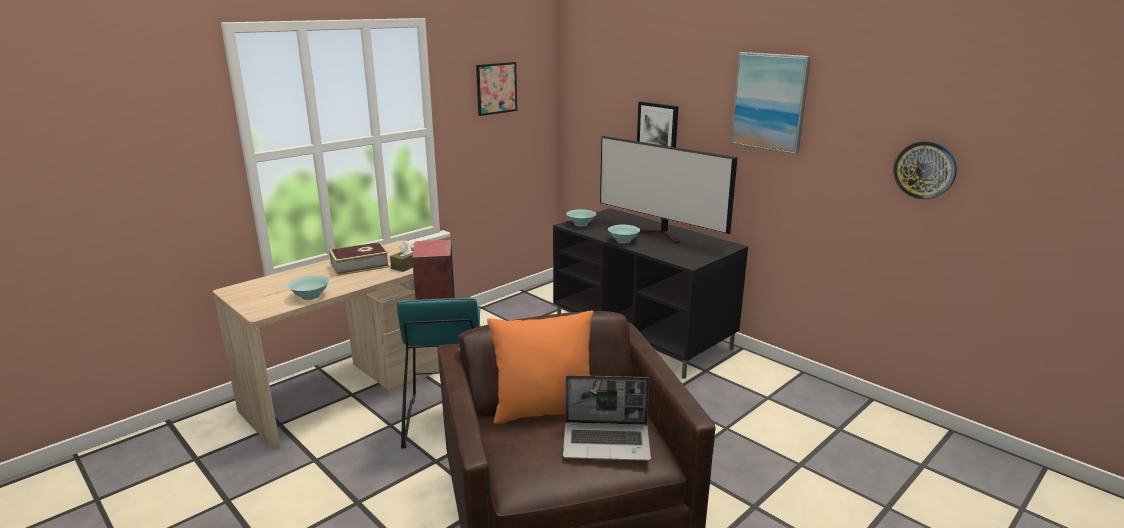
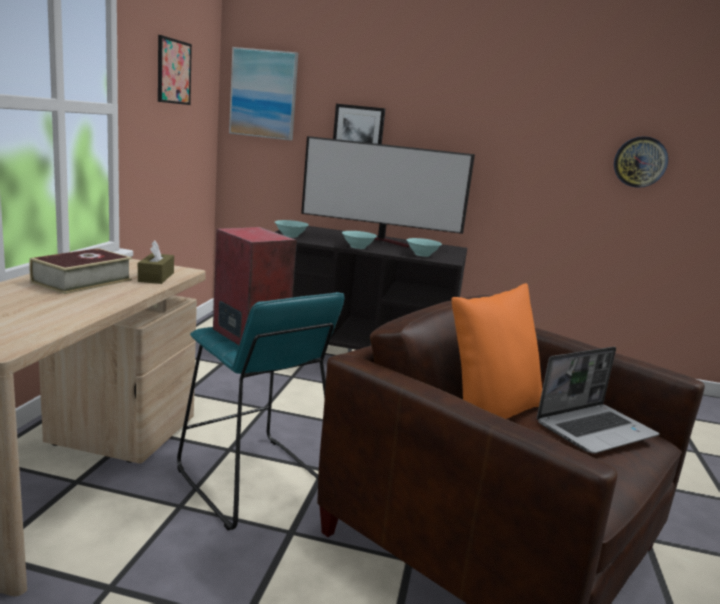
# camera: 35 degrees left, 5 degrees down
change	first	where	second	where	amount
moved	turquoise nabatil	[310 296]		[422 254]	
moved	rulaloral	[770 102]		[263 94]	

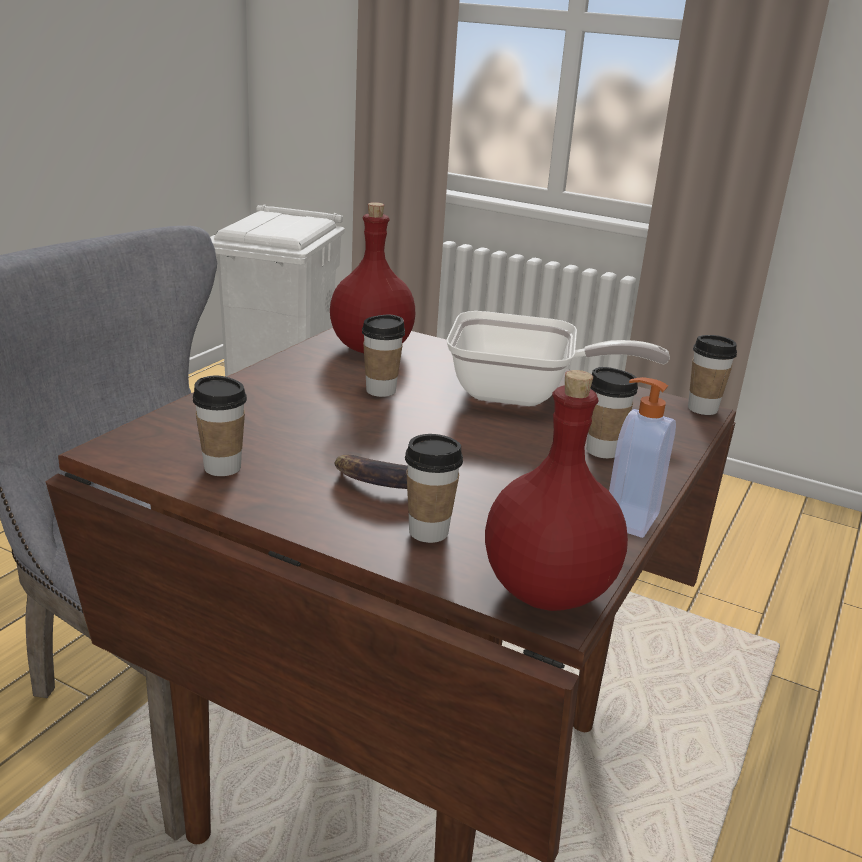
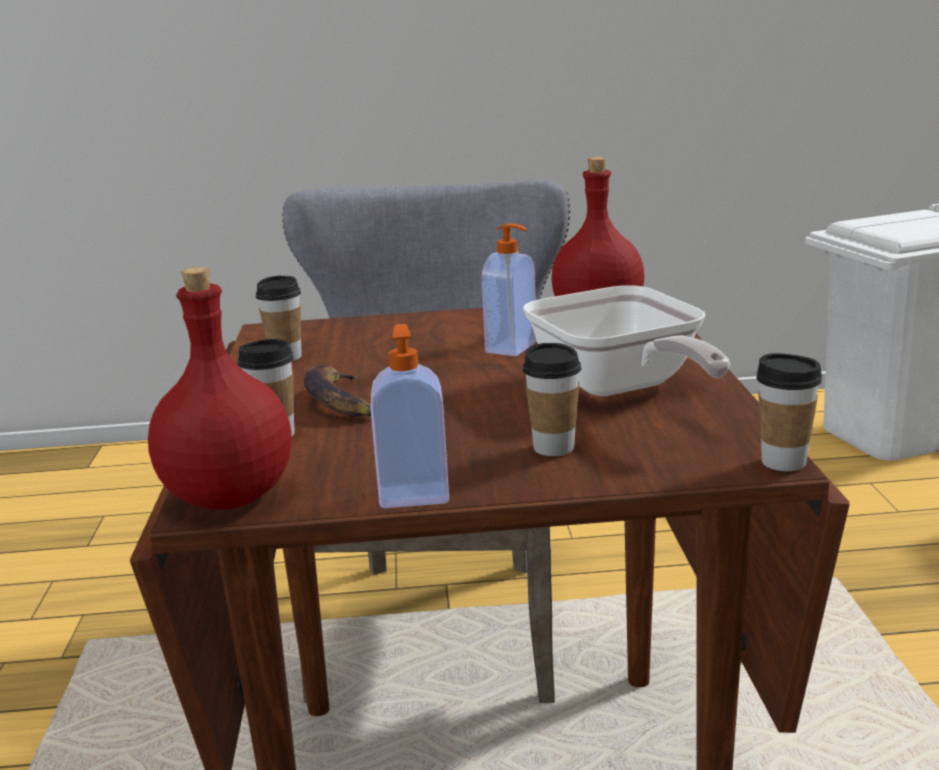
# camera: 60 degrees right, 5 degrees down
change	first	where	second	where	amount
replaced	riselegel	[381 391]	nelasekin	[513 348]	

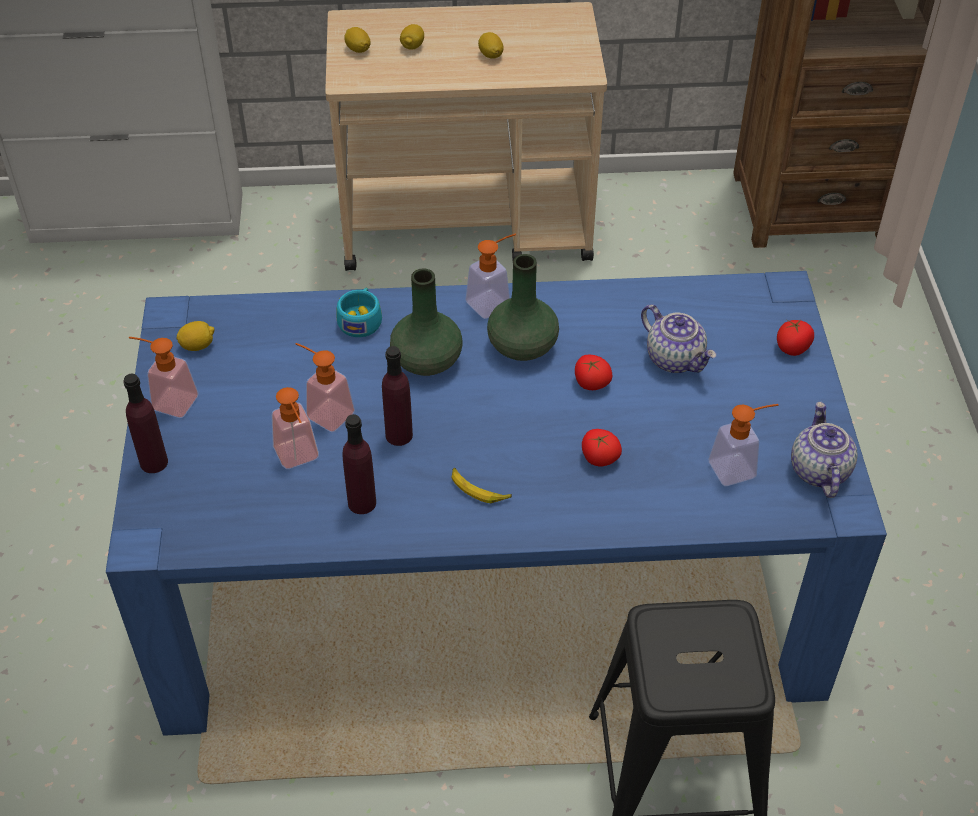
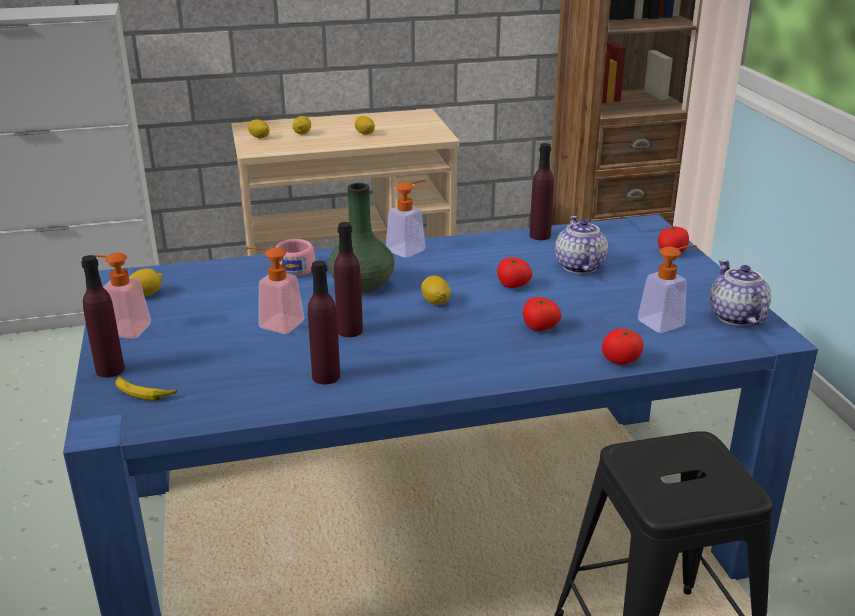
# camera: 10 degrees left, 20 degrees down
change	first	where	second	where	amount
removed	nelasekin	[299 459]			
recoloured	turquoise riselegel	[361 320]	pink riselegel	[296 267]	
moved	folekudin	[478 489]		[144 392]	
removed	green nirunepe	[523 347]			
turned	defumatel	[675 359]		[578 266]	135 degrees counterclockwise
added			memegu	[435 302]	
added			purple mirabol	[540 236]	
added			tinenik	[621 360]	

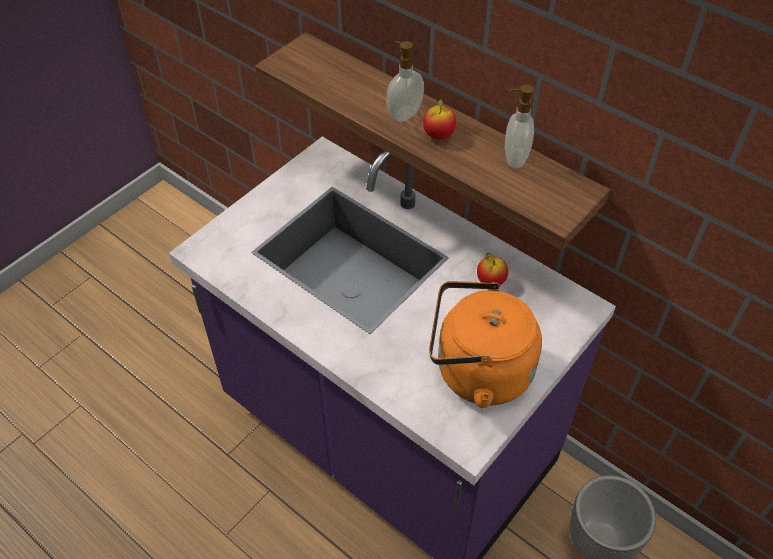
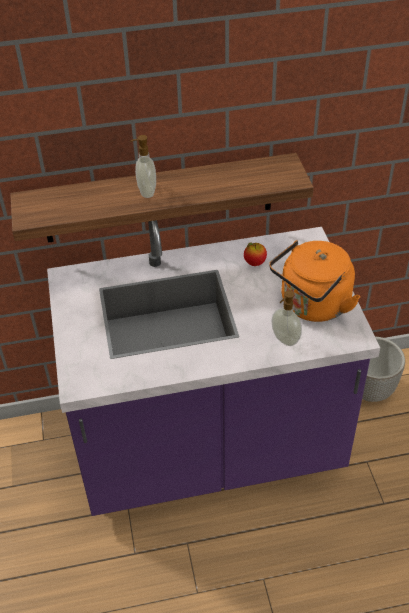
# camera: 50 degrees left, 5 degrees down
change	first	where	second	where	amount
removed	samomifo	[438 135]			
moved	nelasekin	[514 158]		[284 339]	

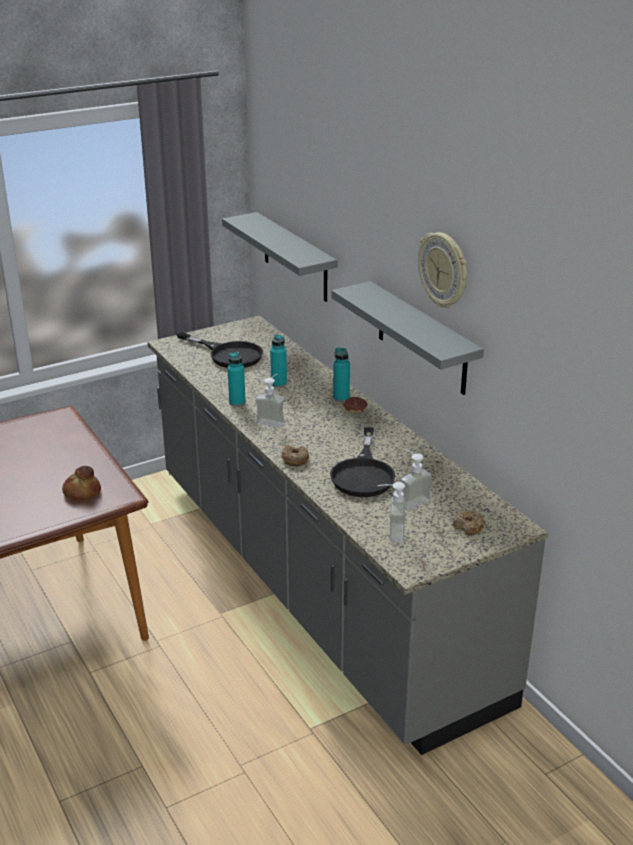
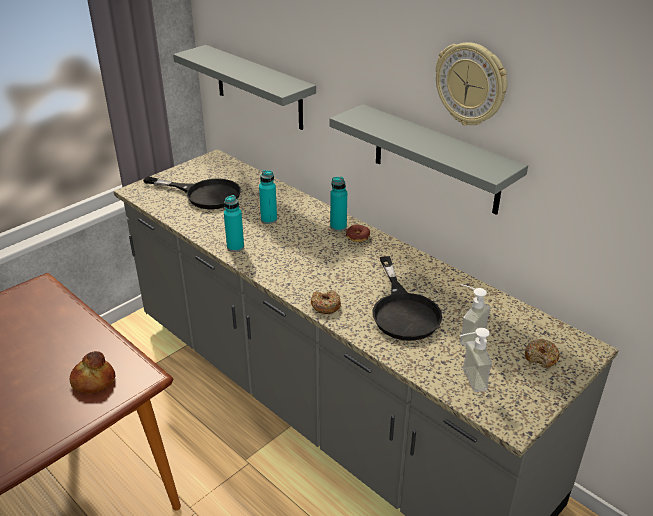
# camera: 15 degrees left, 5 degrees up
change	first	where	second	where	amount
removed	nelasekin	[273 420]			

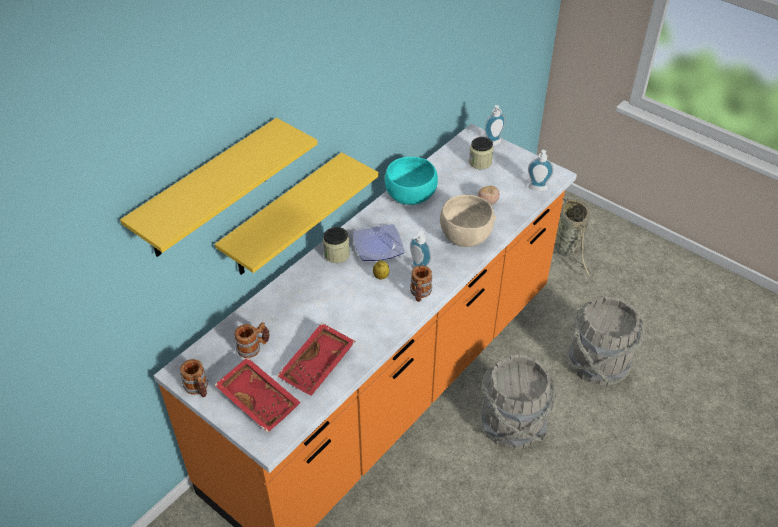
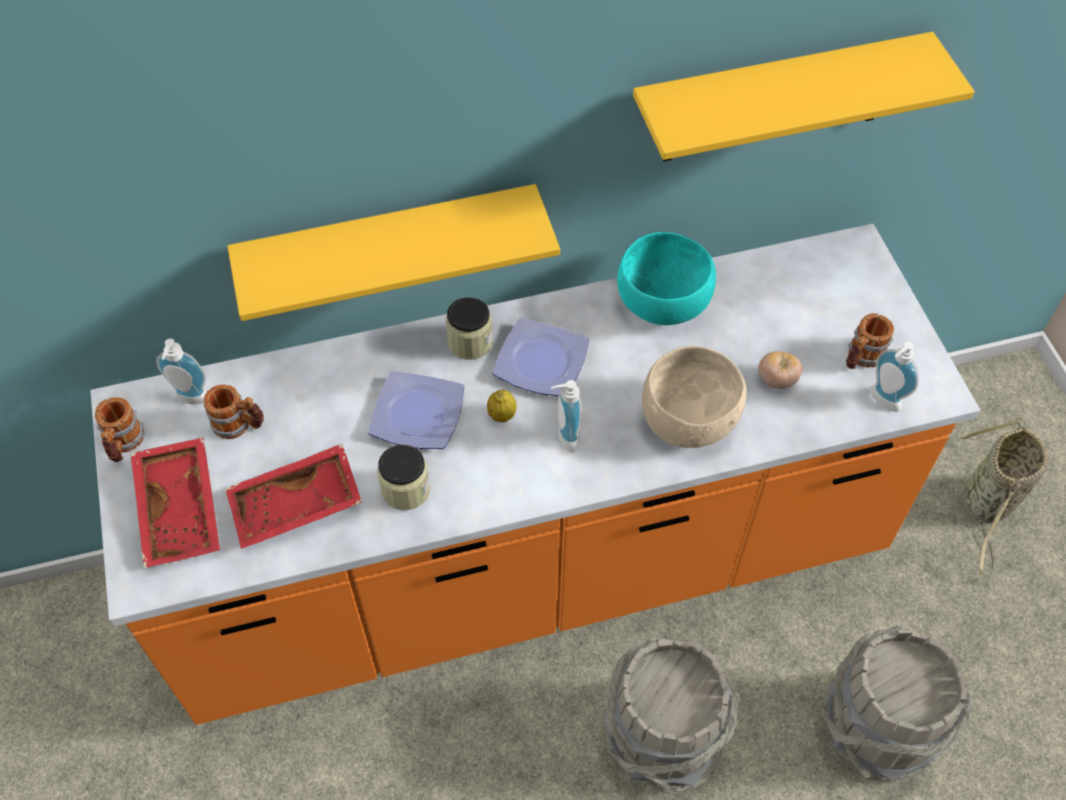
# camera: 35 degrees right, 10 degrees up
change	first	where	second	where	amount
moved	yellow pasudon	[208 191]		[777 99]	
moved	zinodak	[420 294]		[861 358]	
moved	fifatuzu	[480 162]		[406 489]	
moved	nelasekin	[493 144]		[190 400]	
added			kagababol	[419 413]	

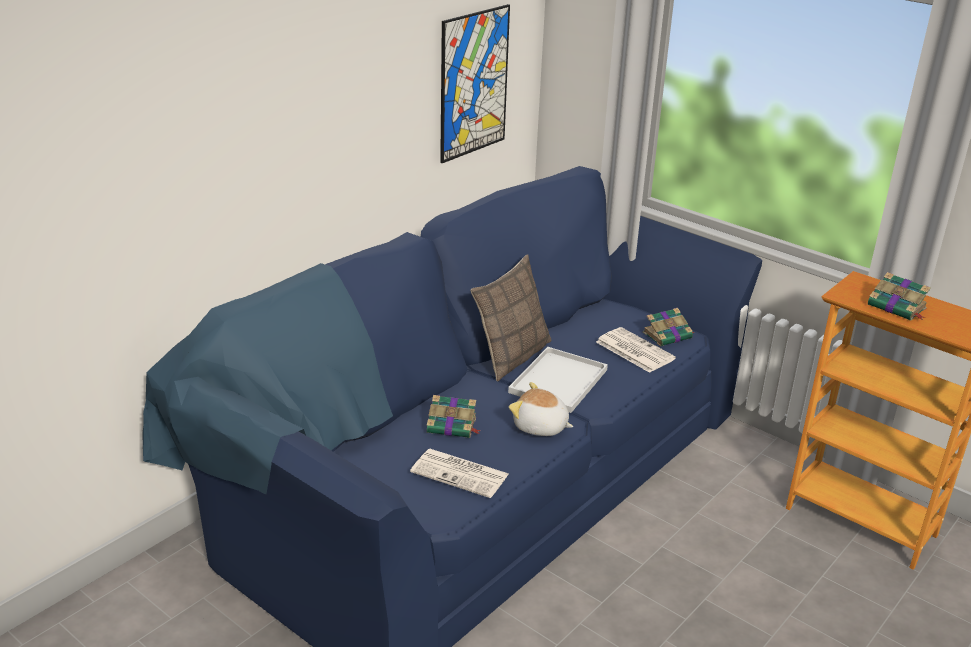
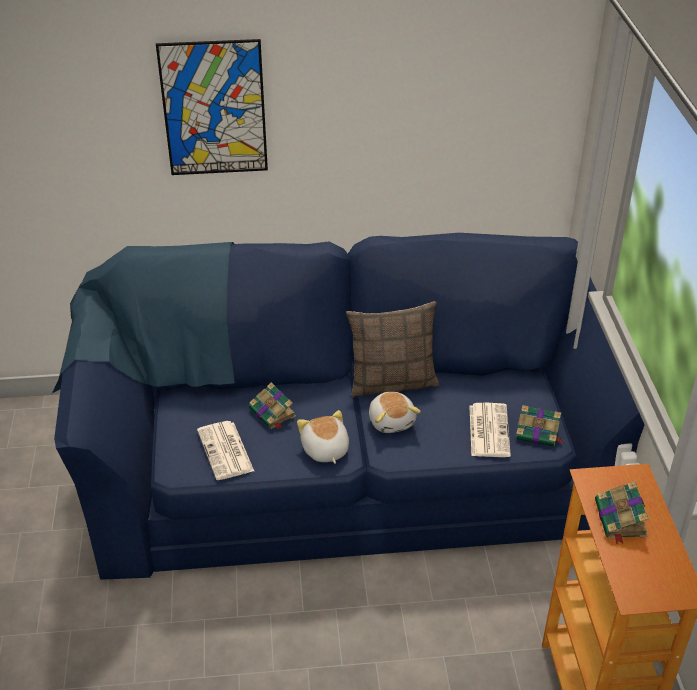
# camera: 45 degrees right, 10 degrees up
change	first	where	second	where	amount
moved	rulaloral	[474 83]		[214 109]	
replaced	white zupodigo	[558 380]	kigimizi	[392 421]	

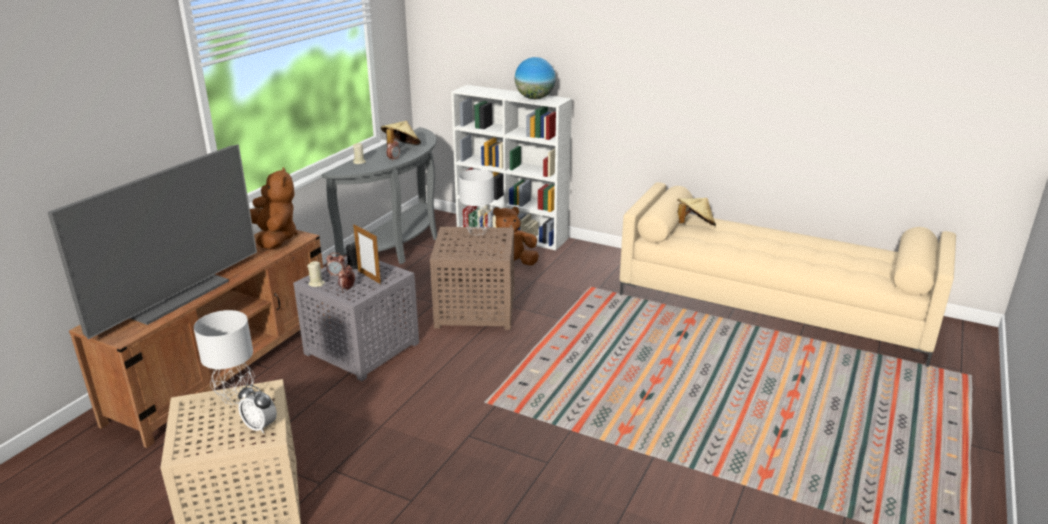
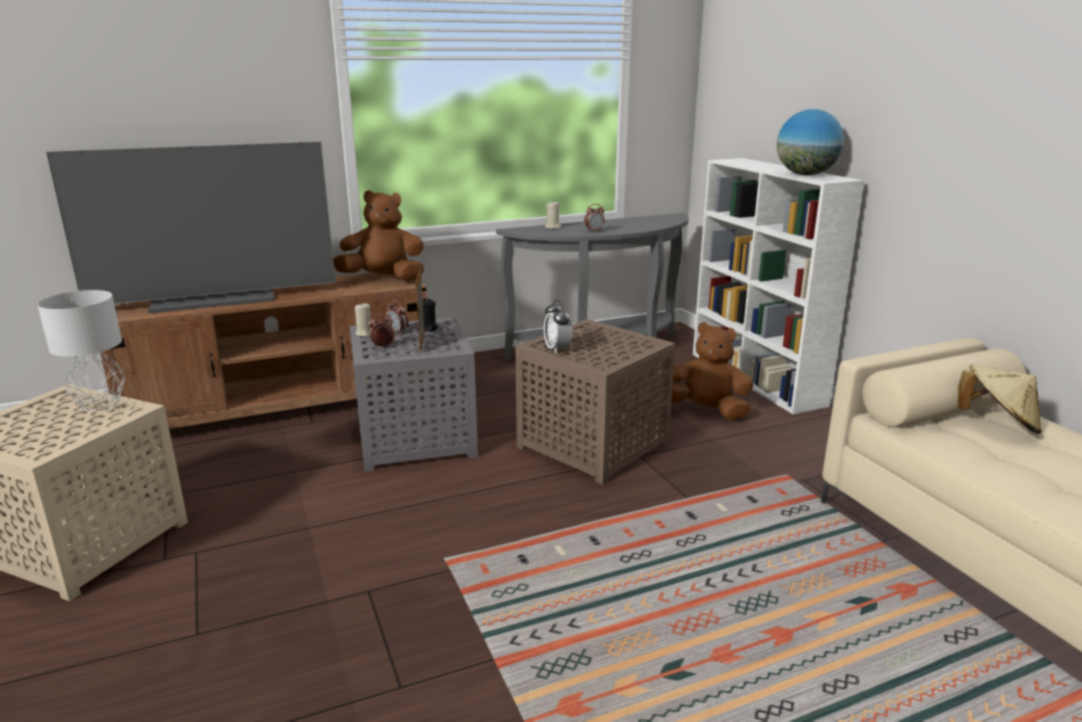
# camera: 40 degrees right, 5 degrees down
change	first	where	second	where	amount
moved	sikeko	[260 427]		[557 349]	
turned	brown kigimizi	[275 238]		[383 279]	105 degrees counterclockwise
removed	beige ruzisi	[401 148]			
removed	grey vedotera	[478 232]			

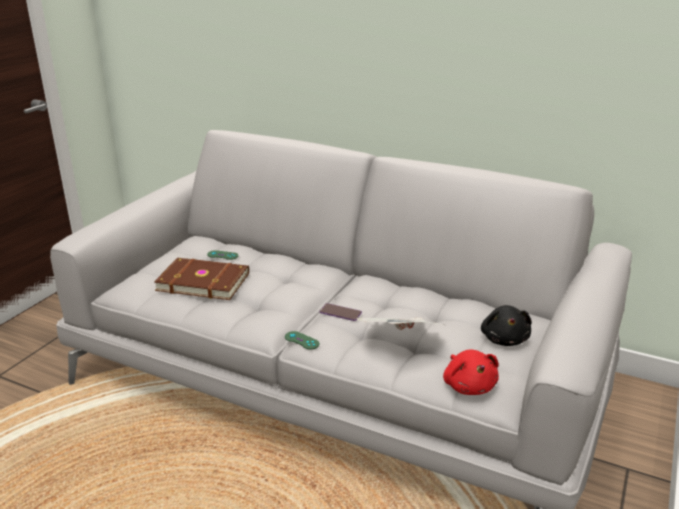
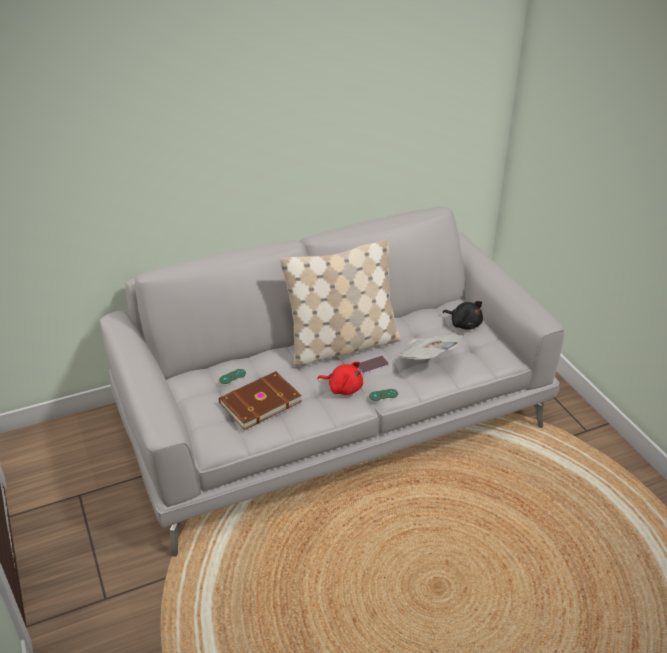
# camera: 50 degrees left, 10 degrees up
change	first	where	second	where	amount
moved	red kigimizi	[468 385]		[343 388]	
added			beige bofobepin	[342 345]	

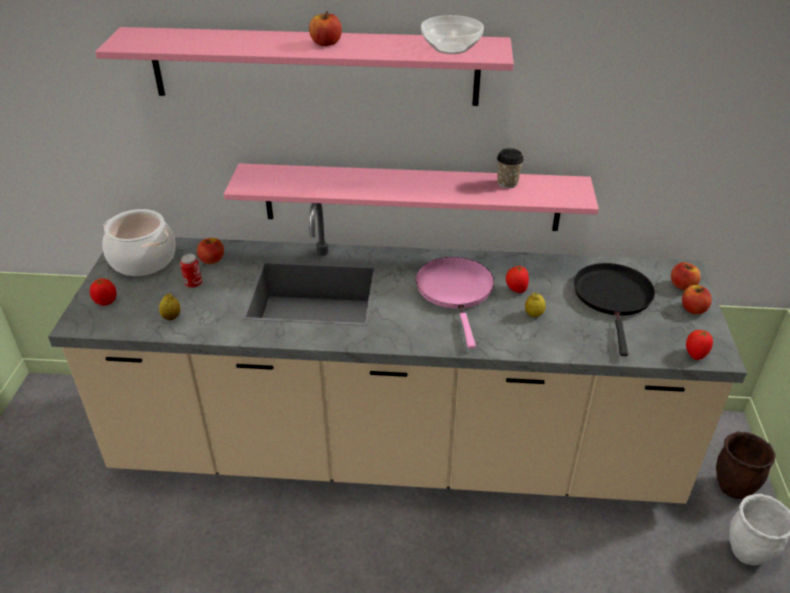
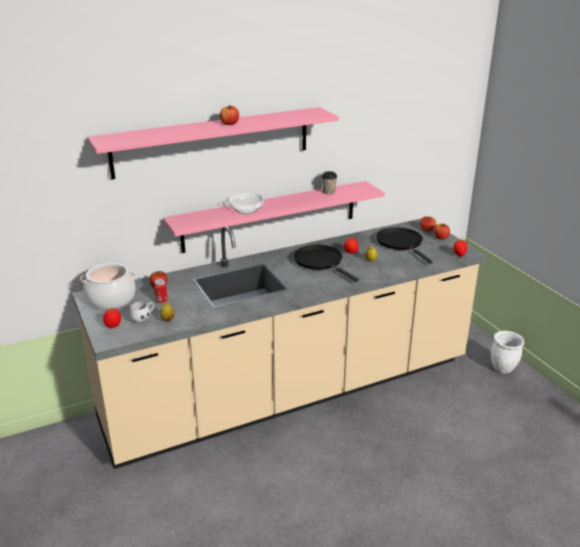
# camera: 30 degrees left, 10 degrees down
change	first	where	second	where	amount
recoloured	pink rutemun	[455 291]	black rutemun	[320 262]	
moved	nabatil	[451 48]		[247 210]	
removed	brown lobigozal	[733 487]			
added			white zinodak	[143 318]	

